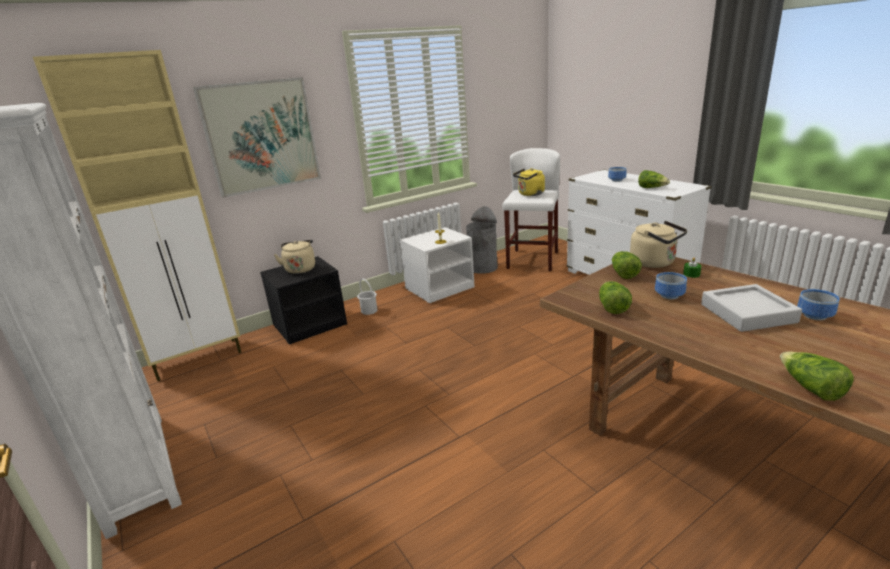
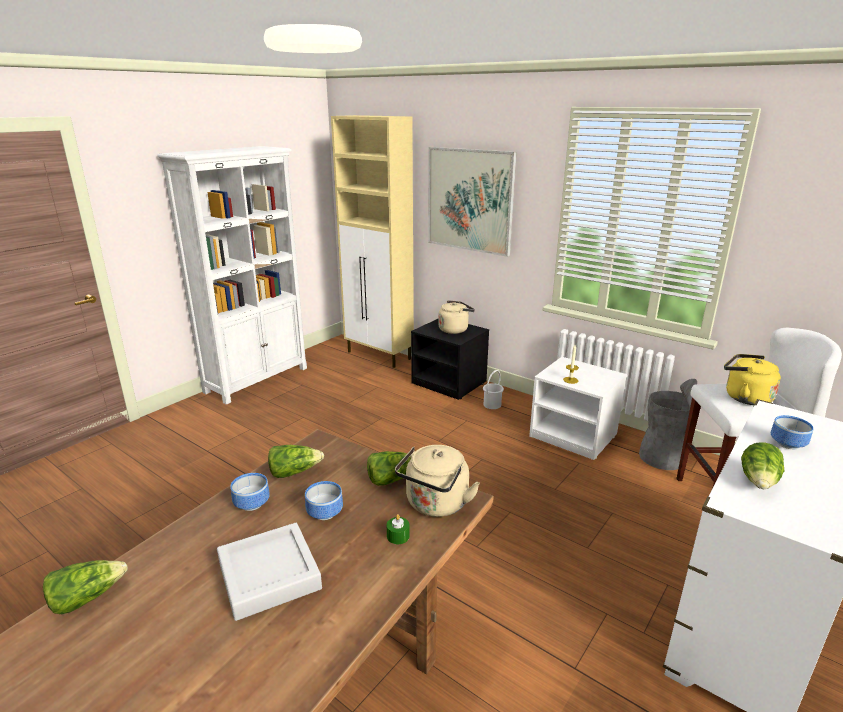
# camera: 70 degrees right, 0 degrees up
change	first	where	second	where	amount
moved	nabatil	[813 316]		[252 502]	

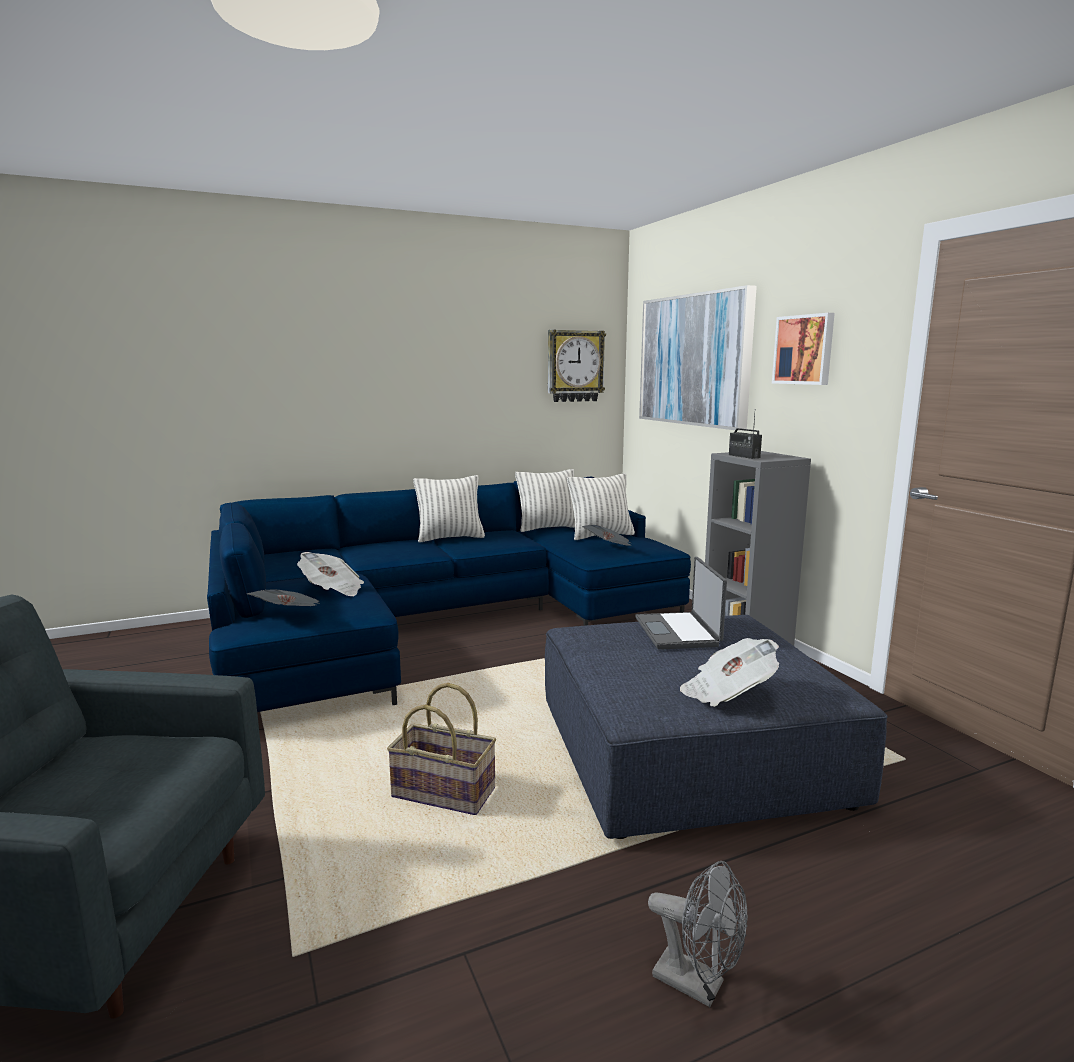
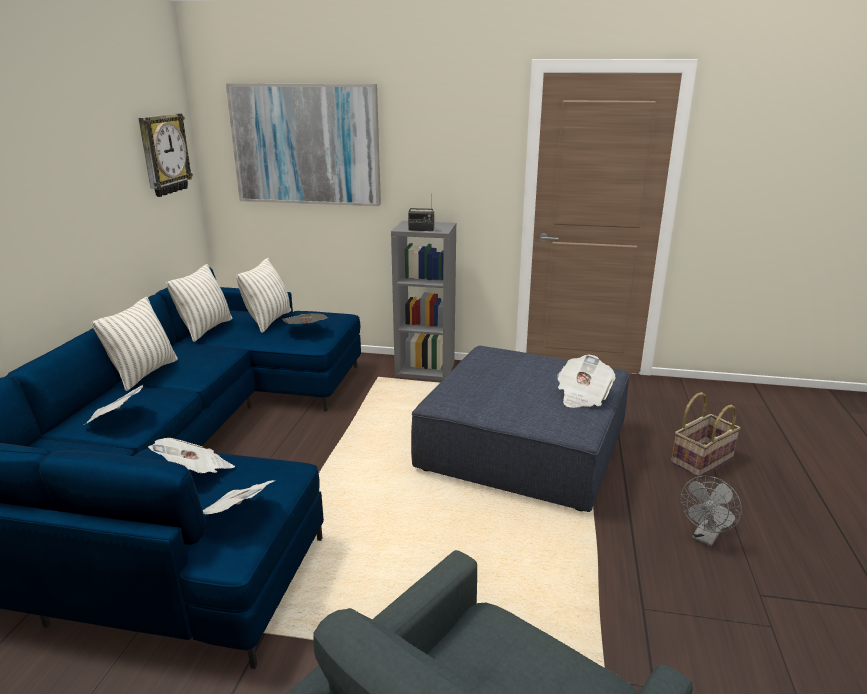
# camera: 55 degrees left, 10 degrees up
change	first	where	second	where	amount
moved	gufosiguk	[445 792]		[701 460]	
removed	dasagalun	[678 632]			
turned	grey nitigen	[698 985]		[705 537]	150 degrees clockwise
removed	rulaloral	[804 350]			
added			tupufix	[117 418]	

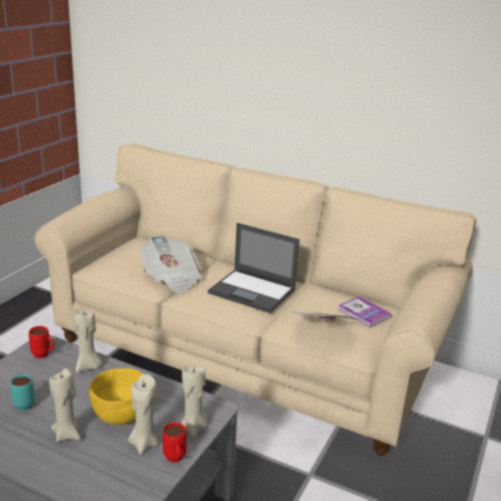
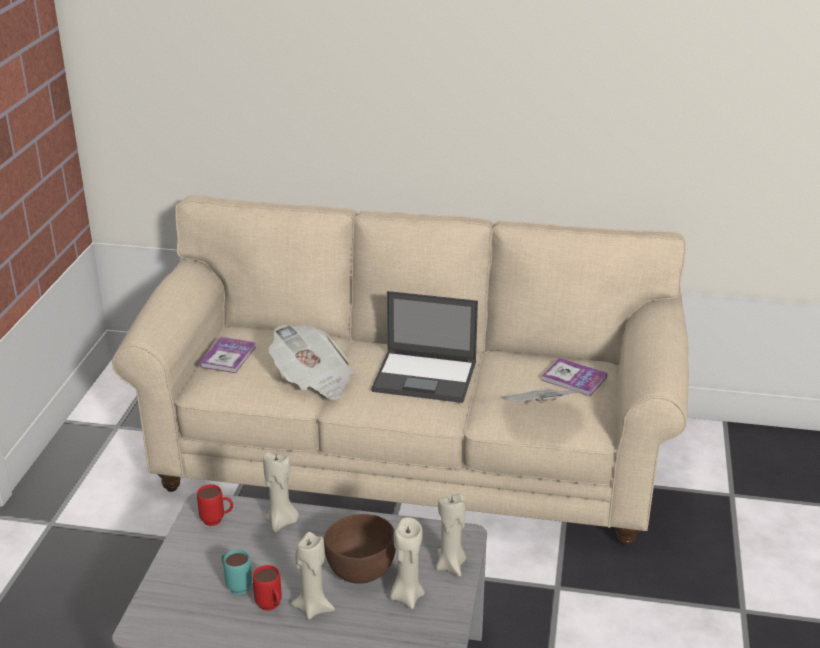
# camera: 15 degrees left, 5 degrees up
change	first	where	second	where	amount
recoloured	yellow nabatil	[121 416]	brown nabatil	[361 572]	
moved	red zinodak	[175 460]		[271 607]	
added			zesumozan	[228 356]	

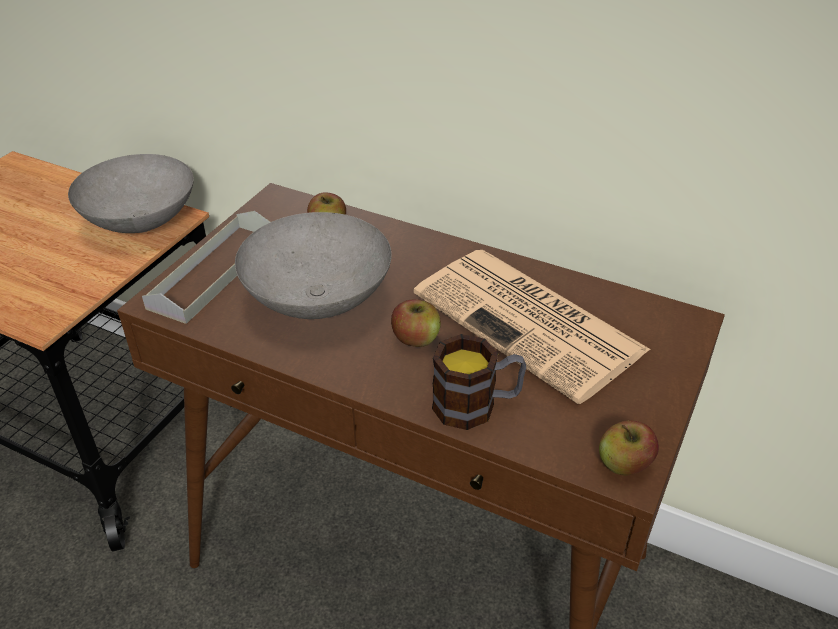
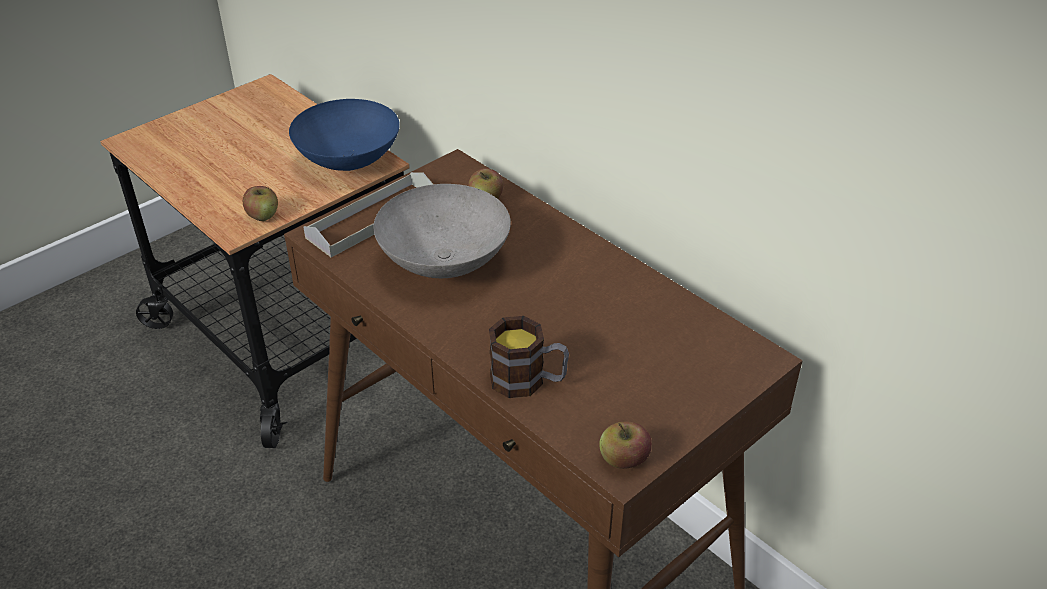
# camera: 20 degrees right, 0 degrees up
change	first	where	second	where	amount
recoloured	grey nabatil	[140 221]	blue nabatil	[349 160]	
moved	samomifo	[416 338]		[263 215]	
removed	tupufix	[531 323]			

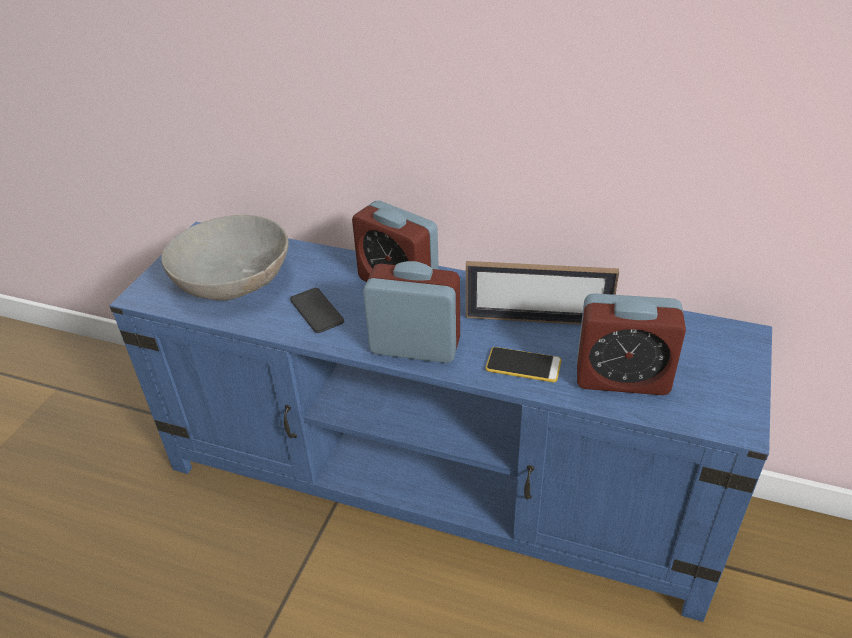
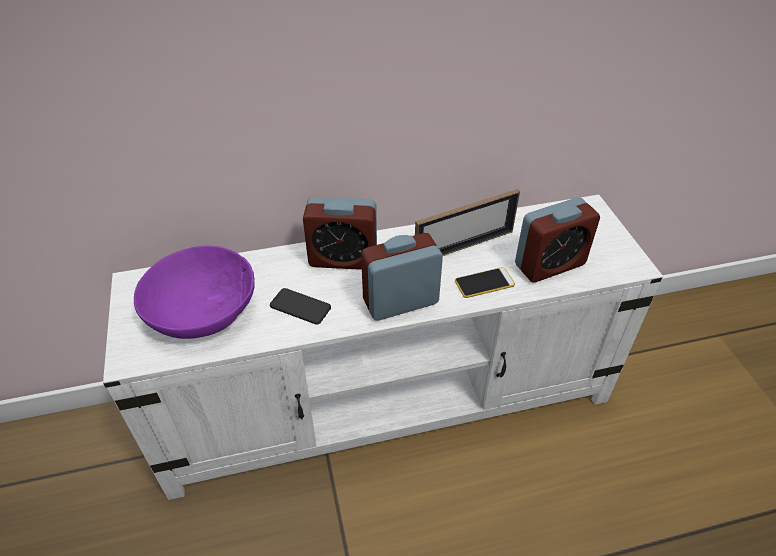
# camera: 35 degrees left, 5 degrees up
change	first	where	second	where	amount
recoloured	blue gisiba	[436 484]	white gisiba	[389 400]	
recoloured	grey nabatil	[234 279]	purple nabatil	[202 310]	

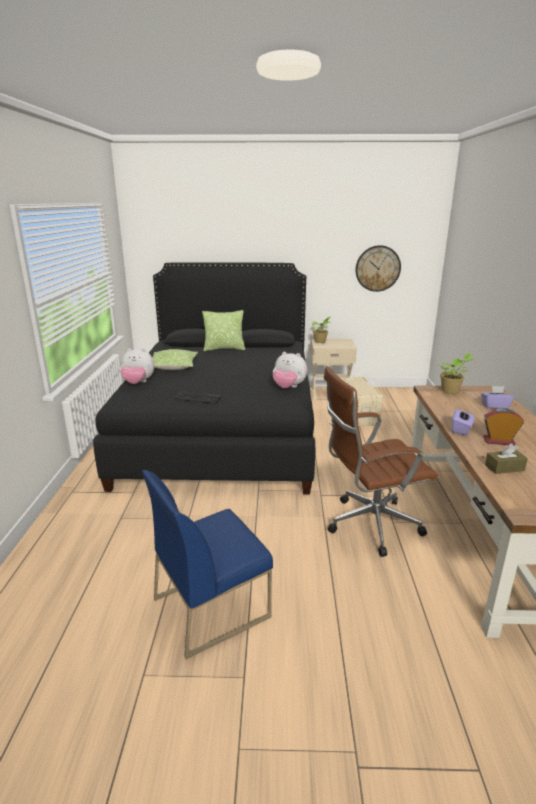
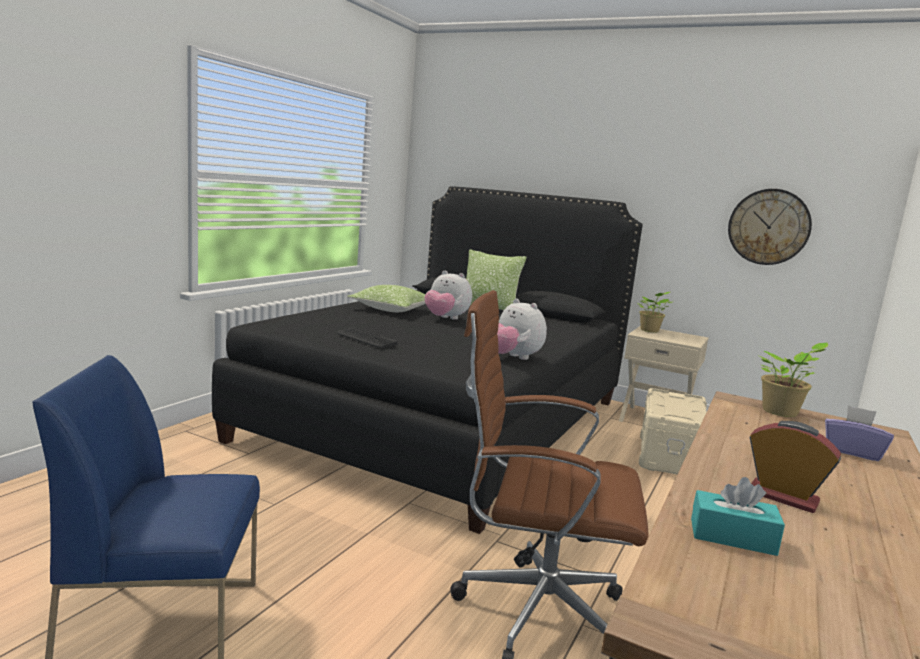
# camera: 25 degrees right, 10 degrees down
change	first	where	second	where	amount
moved	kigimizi	[138 383]		[445 318]	
removed	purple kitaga	[461 429]			
recoloured	brown kitaga	[504 468]	turquoise kitaga	[732 537]	

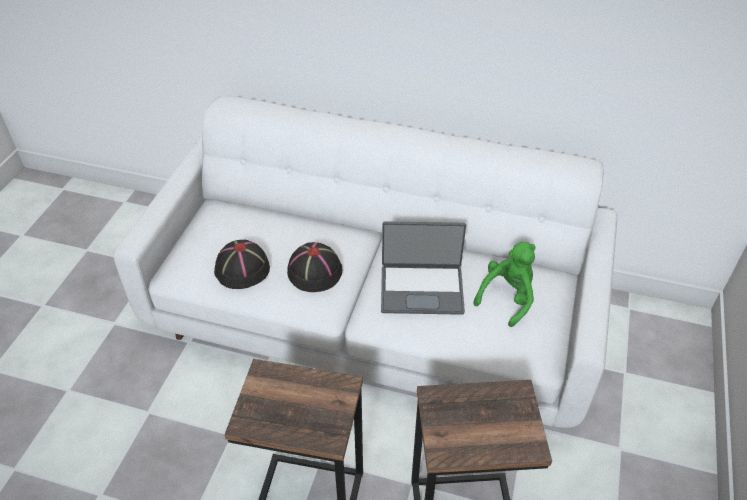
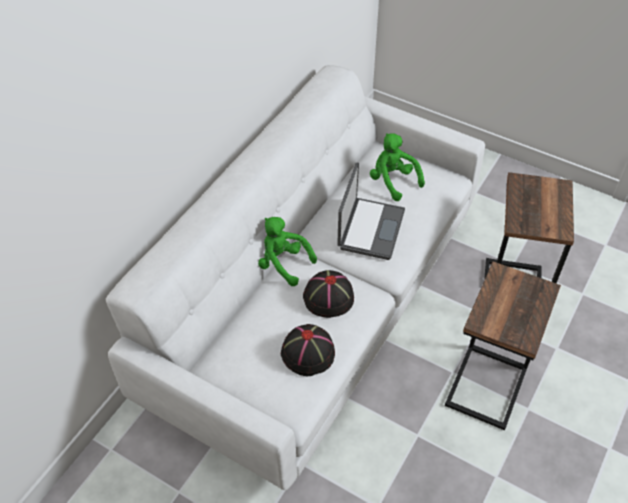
# camera: 75 degrees left, 5 degrees up
change	first	where	second	where	amount
added			green kigimizi	[282 263]	

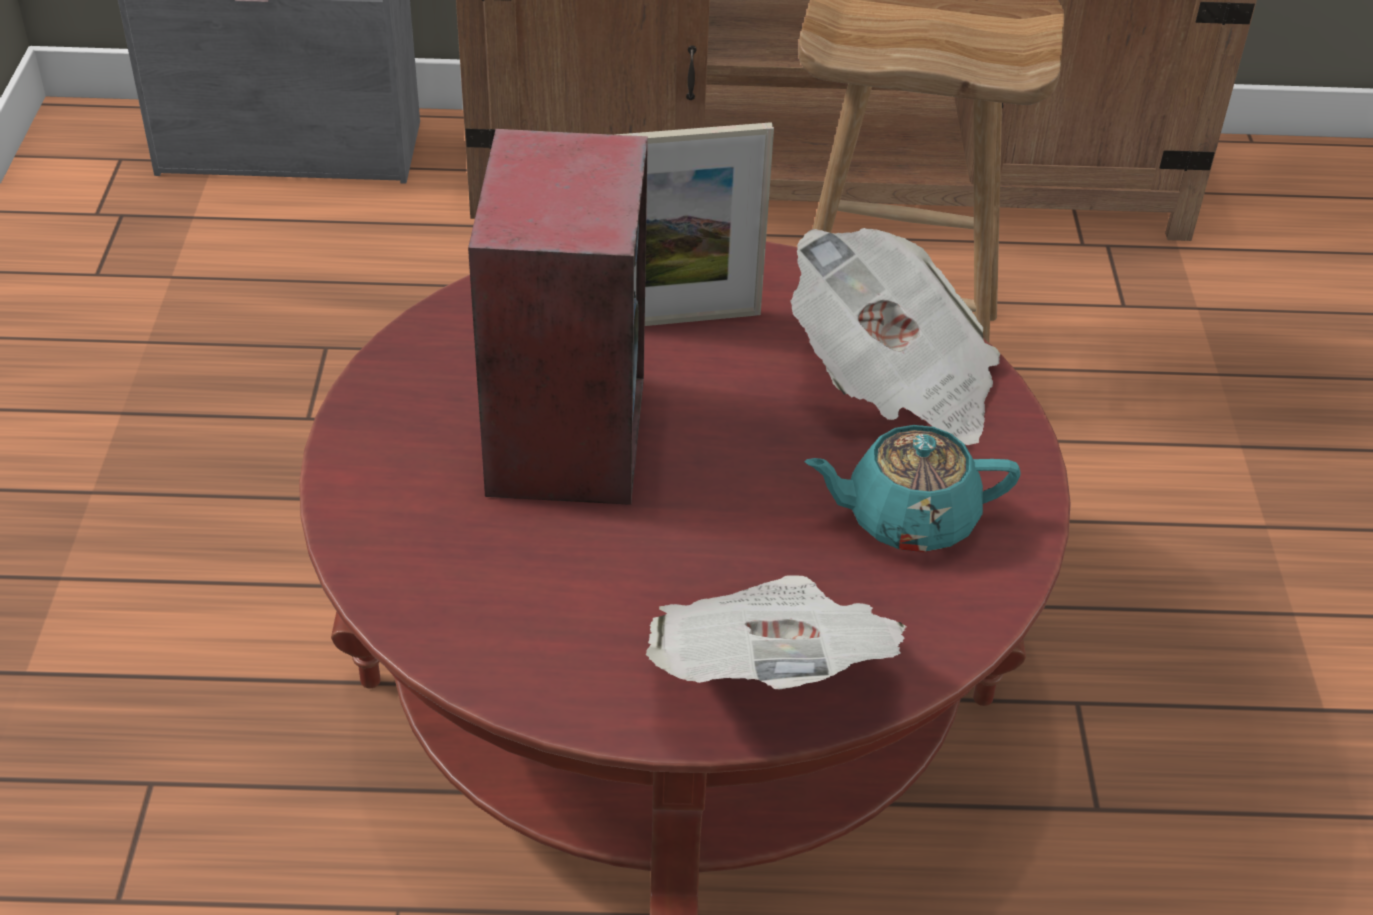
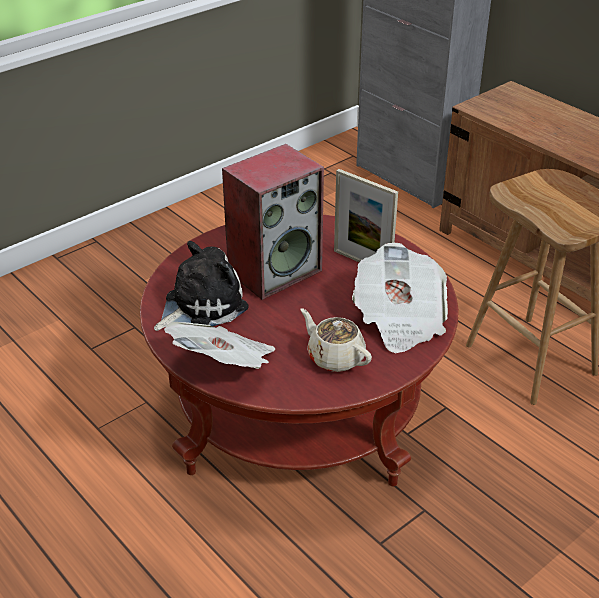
# camera: 50 degrees right, 5 degrees down
change	first	where	second	where	amount
recoloured	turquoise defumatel	[907 518]	beige defumatel	[335 357]	
added			kigimizi	[201 305]	

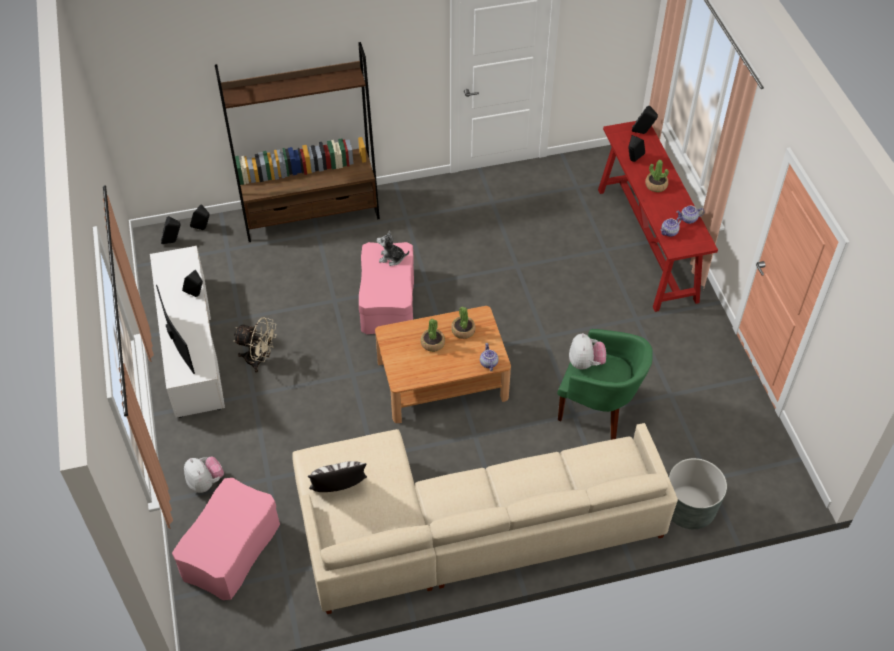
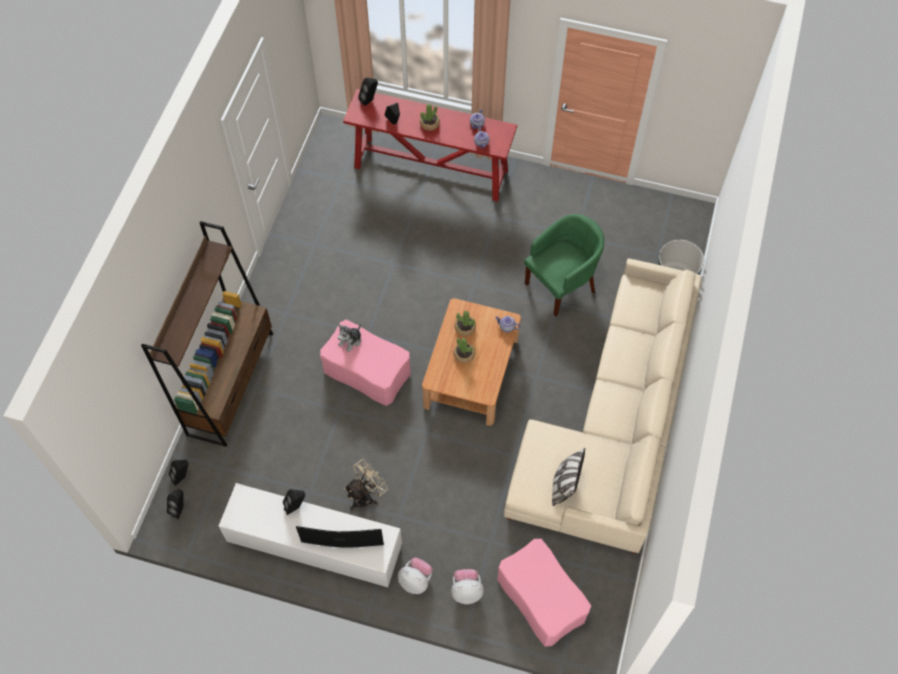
# camera: 60 degrees left, 10 degrees up
change	first	where	second	where	amount
moved	kigimizi	[585 363]		[415 580]	

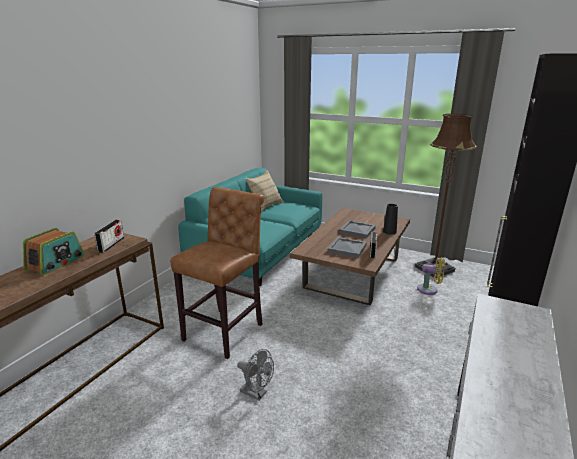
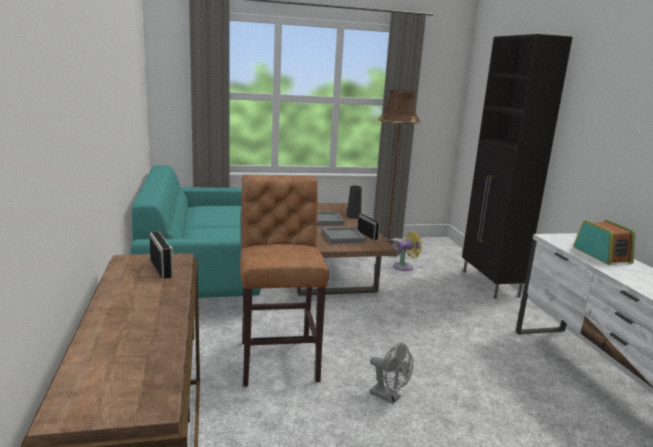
# camera: 40 degrees left, 5 degrees down
change	first	where	second	where	amount
moved	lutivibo	[56 263]		[602 255]	
turned	grey nitigen	[257 393]		[389 397]	45 degrees clockwise
removed	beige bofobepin	[265 205]			

